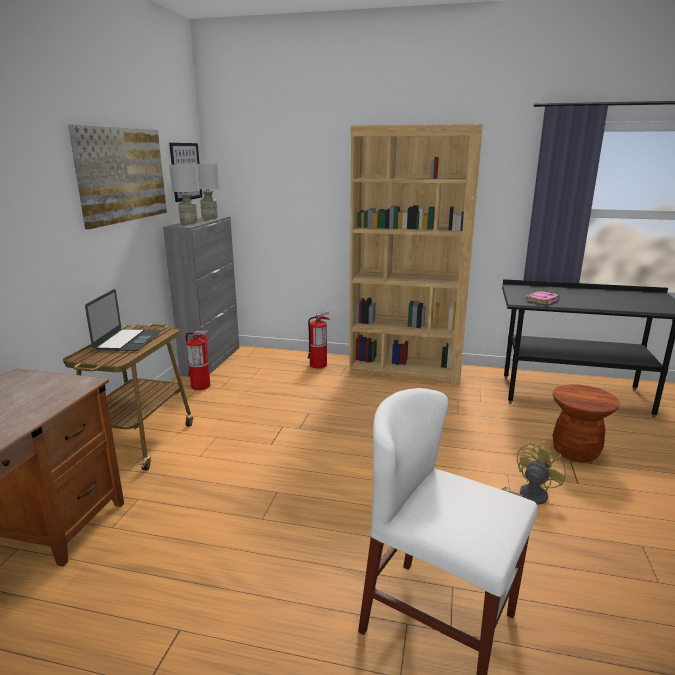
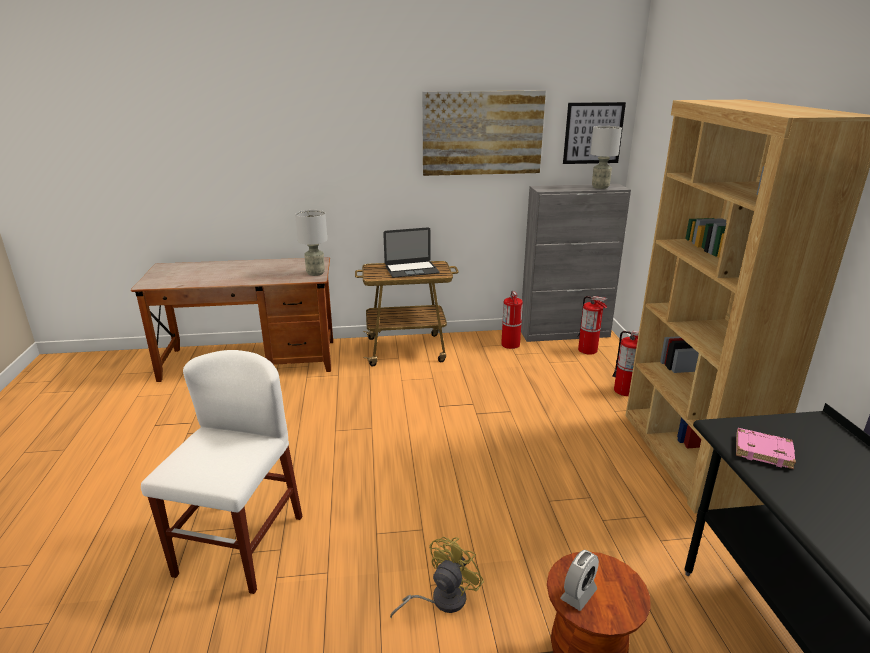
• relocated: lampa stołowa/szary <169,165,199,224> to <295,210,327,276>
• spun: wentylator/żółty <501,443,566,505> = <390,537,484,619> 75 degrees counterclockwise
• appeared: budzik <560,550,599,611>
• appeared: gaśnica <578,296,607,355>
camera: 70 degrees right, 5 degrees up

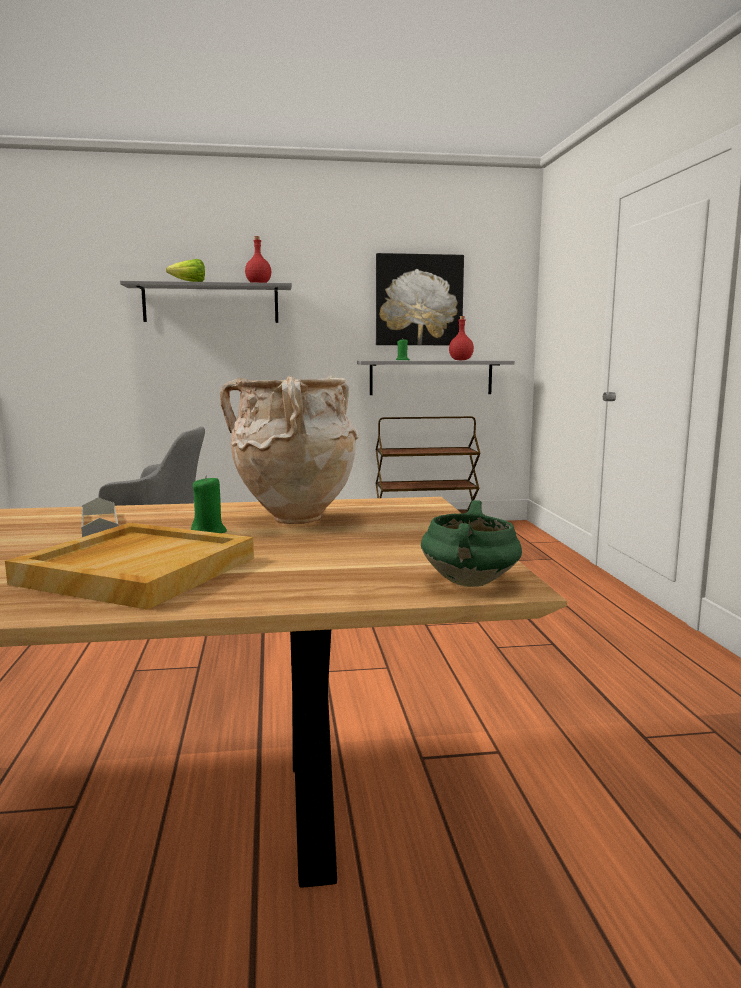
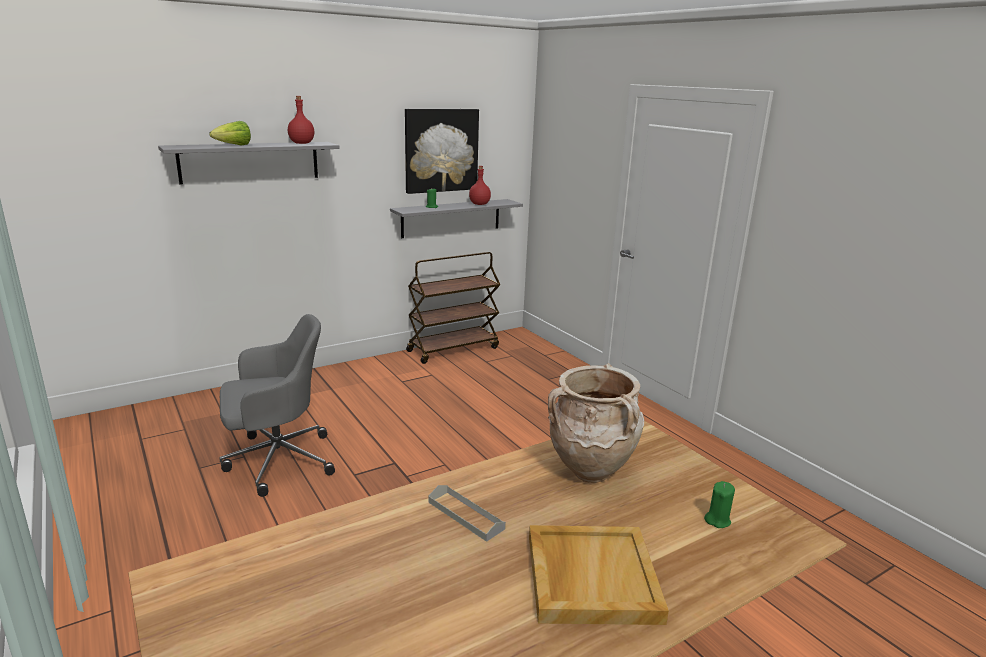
• relocated: świeca/zielony <191,475,227,533> to <704,481,735,528>
• missing: garnek/zielony <421,500,522,587>
camera: 25 degrees left, 10 degrees up

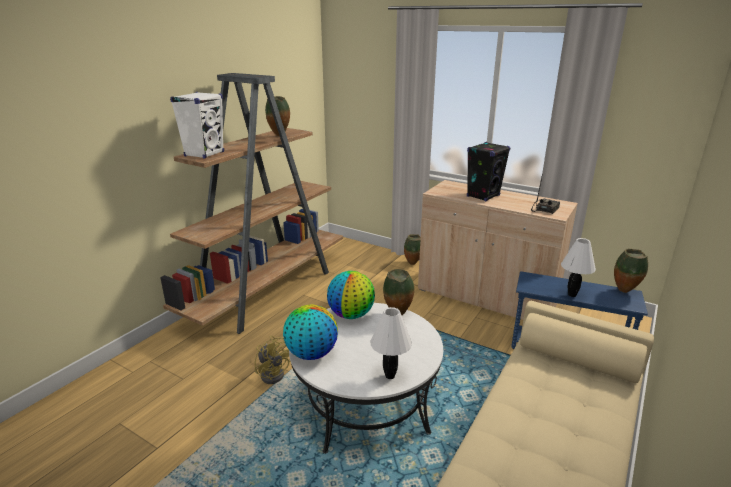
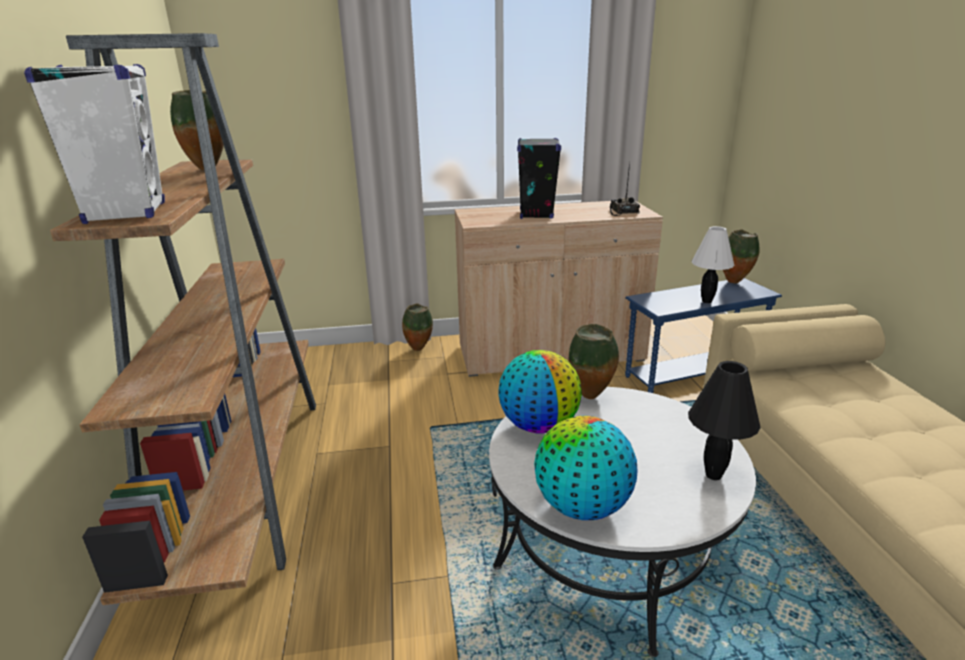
• colour: lampa stołowa/biały <370,307,412,379> to lampa stołowa/czarny <688,361,761,480>
• missing: wentylator/żółty <255,336,291,384>
camera: 40 degrees left, 0 degrees up

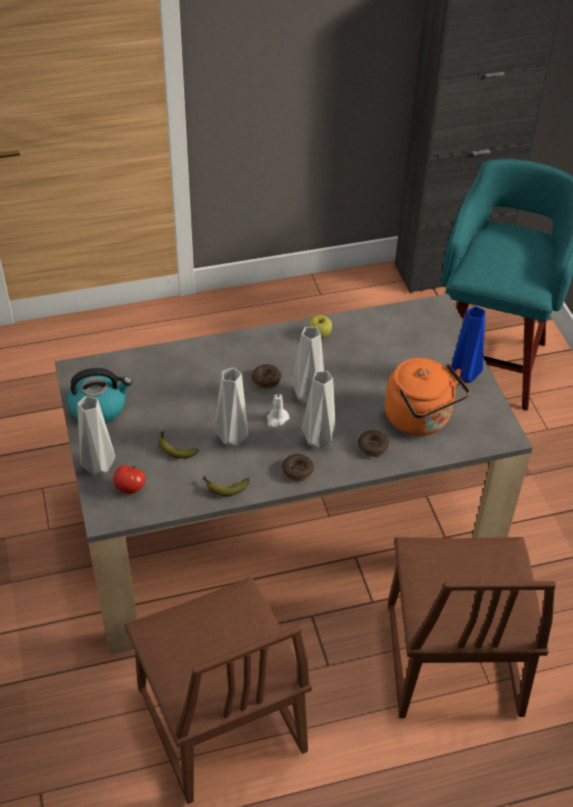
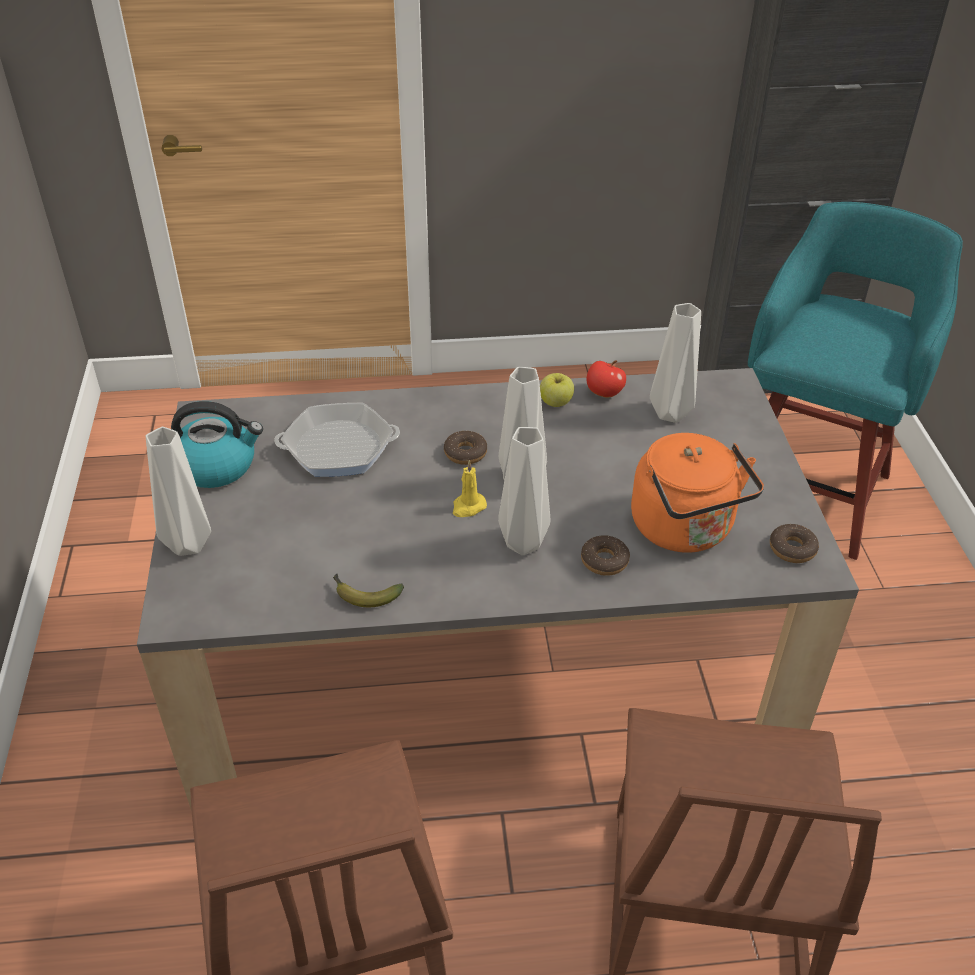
• appeared: patelnia <274,403,400,477>
• colour: świeca/biały <267,390,290,427> to świeca/żółty <453,460,487,517>
• relocated: jabłko <114,465,145,494> to <587,361,626,397>
• relocated: wazon/szary <215,368,248,446> to <650,303,701,423>
• relocated: donut <282,454,314,481> to <770,524,819,563>
• missing: banan <158,431,199,459>
• missing: wazon/niebieski <451,306,486,383>
camera: 10 degrees right, 5 degrees down

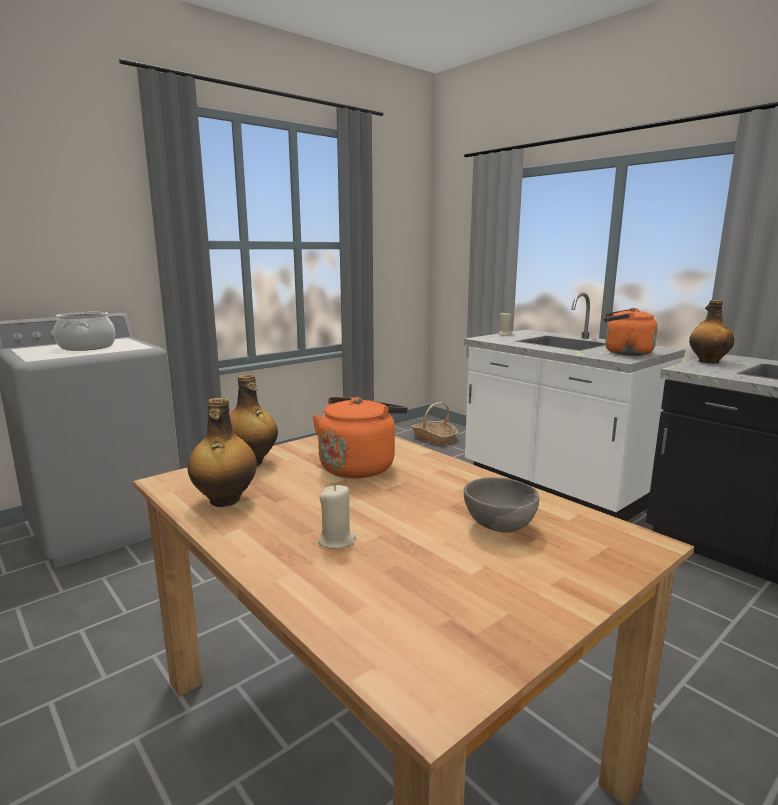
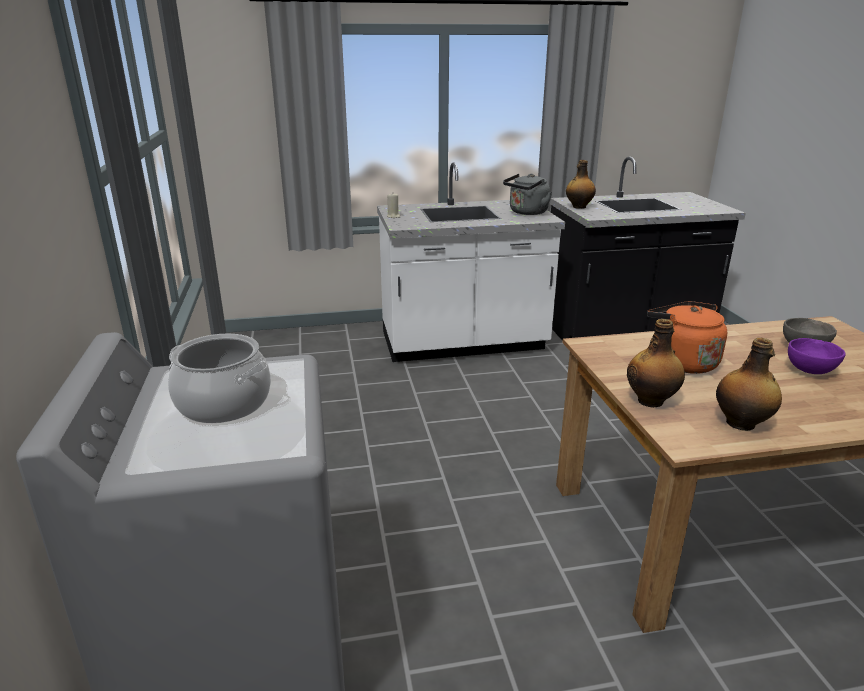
• colour: czajnik/pomarańczowy <604,308,658,356> to czajnik/szary <503,174,552,215>
• appeared: miska/fioletowy <788,338,846,374>
• missing: świeca/beżowy <318,485,356,549>
• missing: koszyk <411,402,458,445>
camera: 60 degrees left, 10 degrees up

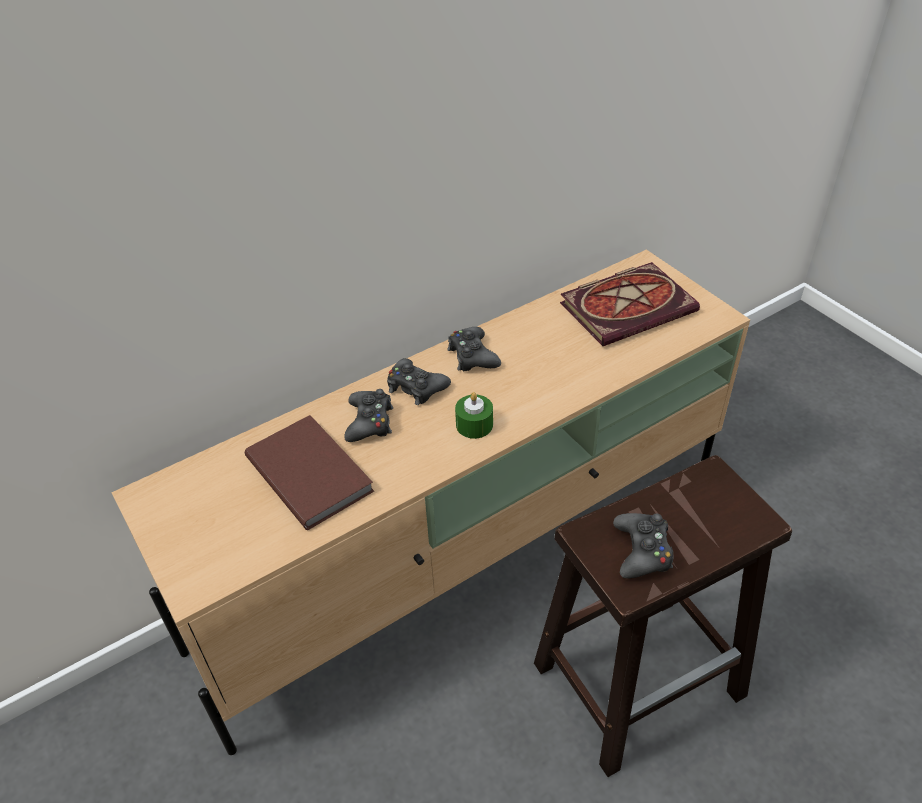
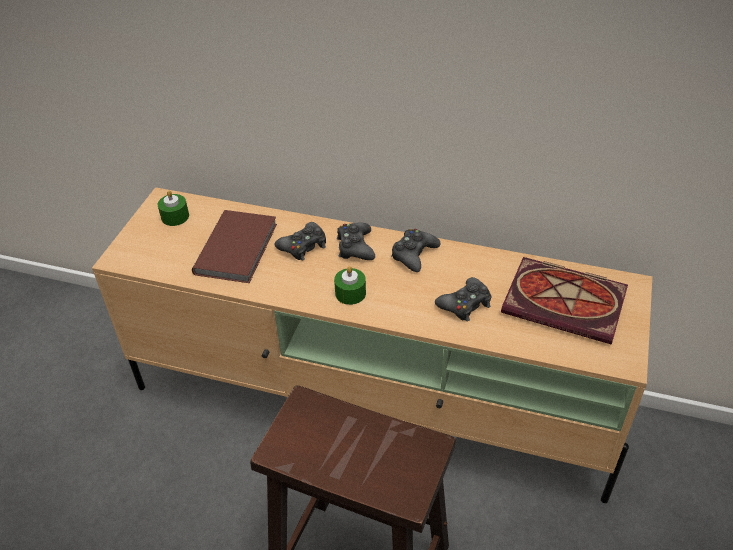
• appeared: świeca/zielony <158,190,189,226>
• relocated: pad do gier/czarny <613,513,674,579> to <435,277,491,321>
camera: 50 degrees right, 0 degrees up

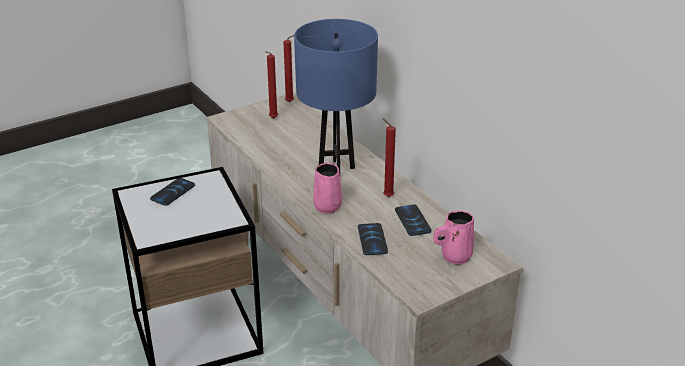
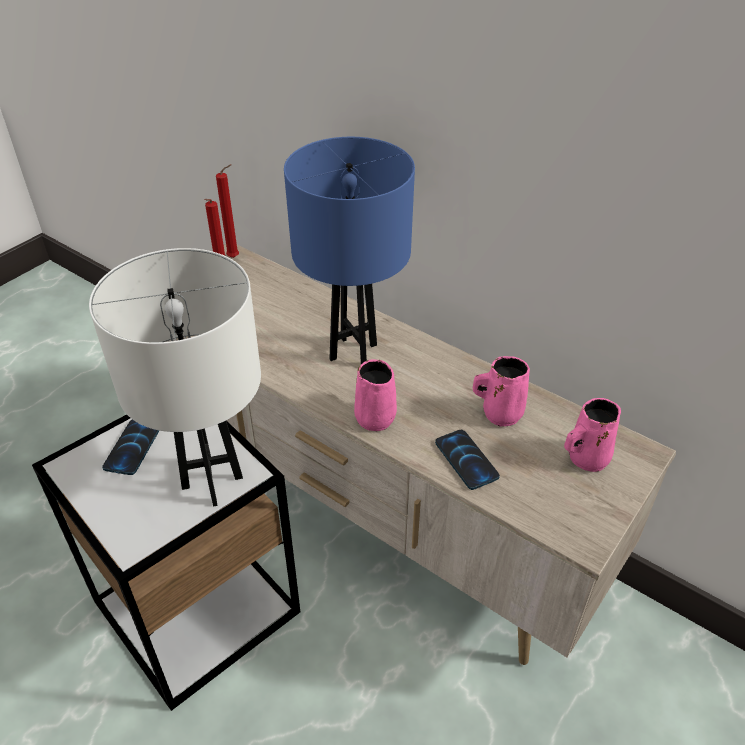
• appeared: lampa stołowa/biały <89,248,261,507>
• exchanged: telefon <395,204,431,236> to kubek/różowy <473,356,530,427>
• missing: świeca/czerwony <382,118,396,197>
camera: 20 degrees left, 10 degrees up

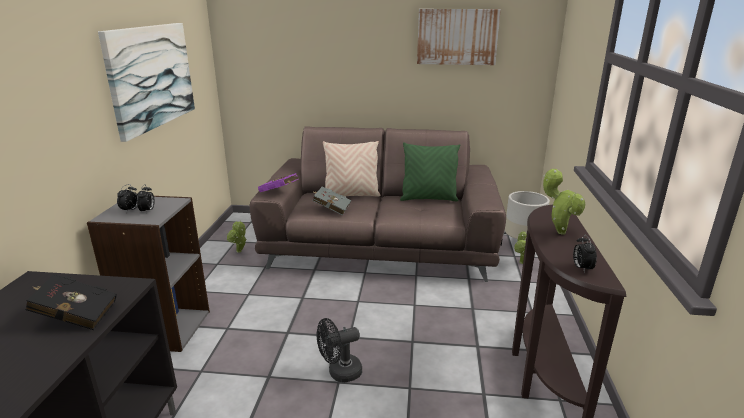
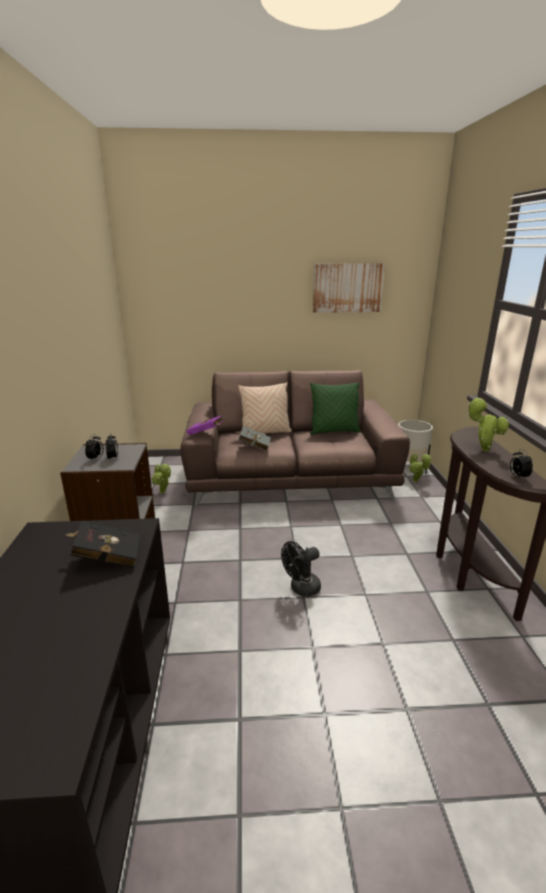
• missing: obraz <98,23,195,142>
camera: 10 degrees left, 0 degrees up

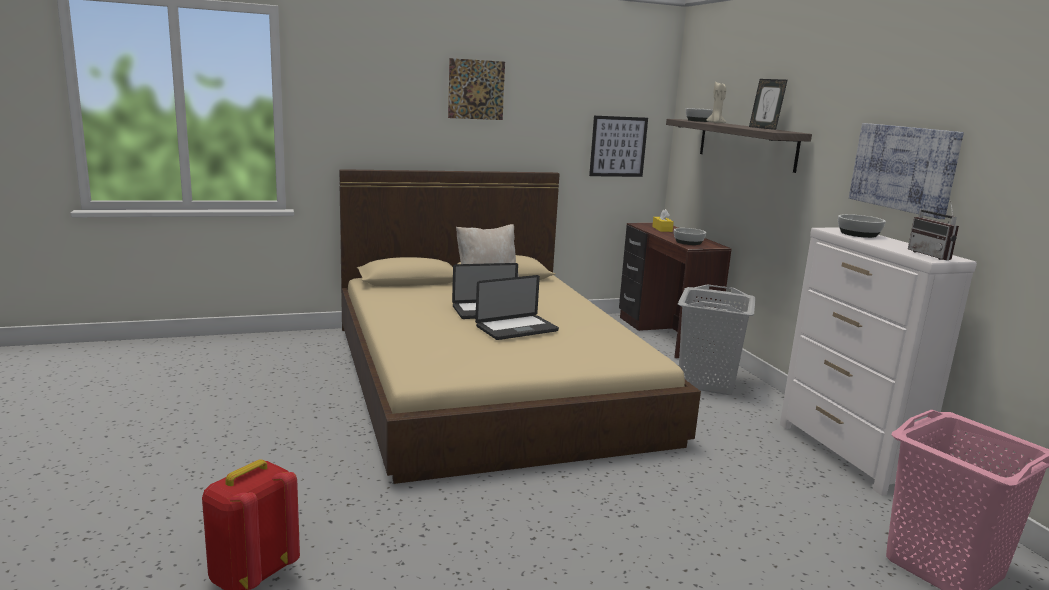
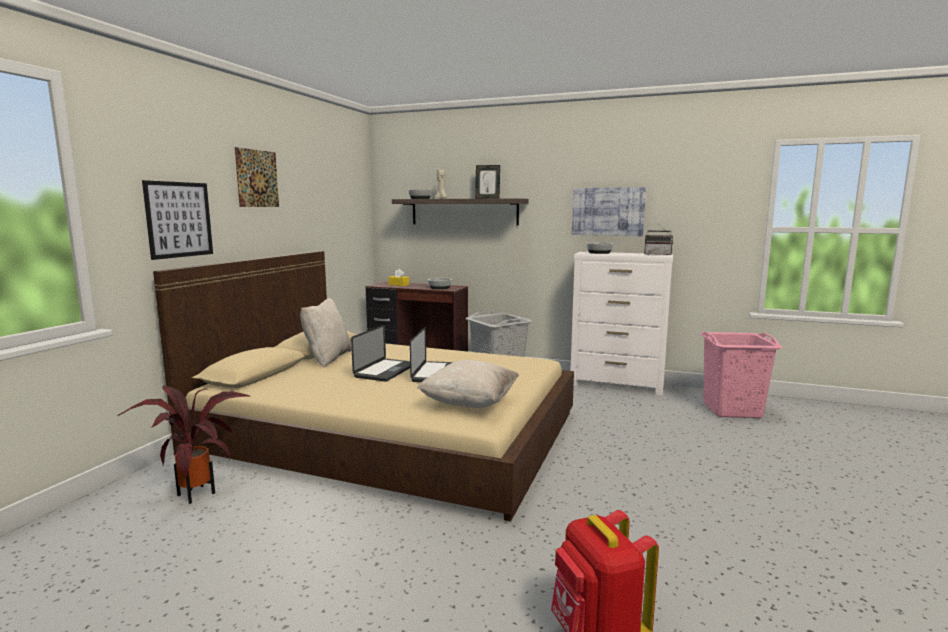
• appeared: roślina doniczkowa <117,385,252,504>
• relocated: obraz <589,116,648,177> to <142,180,213,260>
• appeared: poduszka/beżowy <417,360,519,408>
camera: 50 degrees left, 5 degrees down

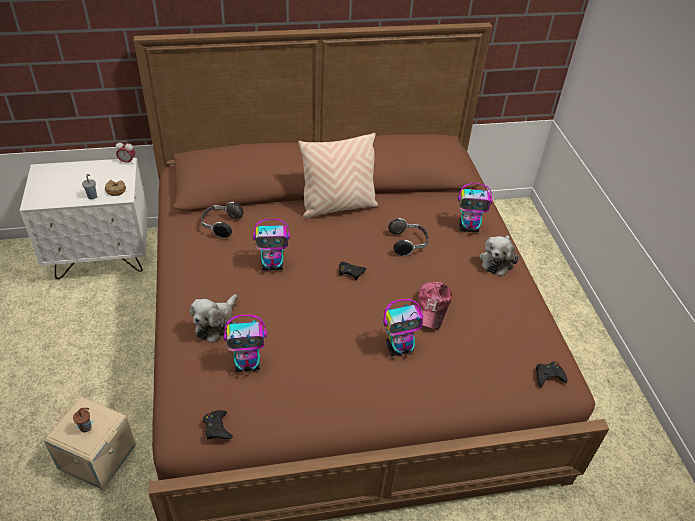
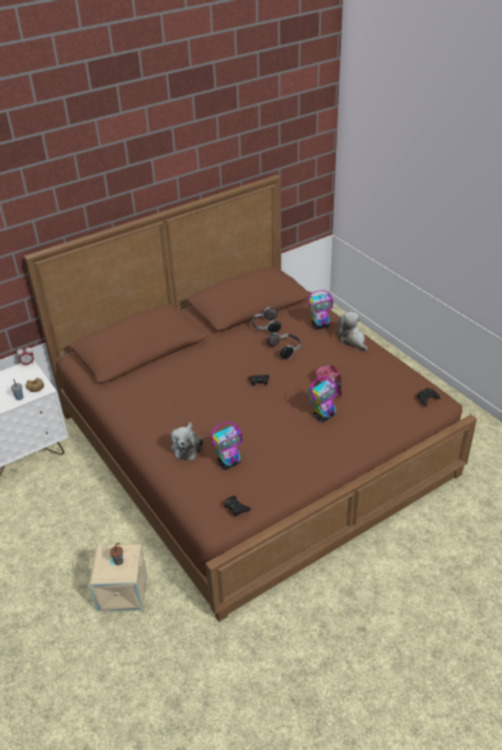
• relocated: słuchawki <201,202,243,238> to <252,307,281,334>
• spun: pluszak <480,235,519,276> = <337,312,368,351> 150 degrees clockwise
• missing: robot zabawkowy <253,219,290,271>
• missing: poduszka/beżowy <298,133,378,219>
camera: 20 degrees left, 5 degrees down

